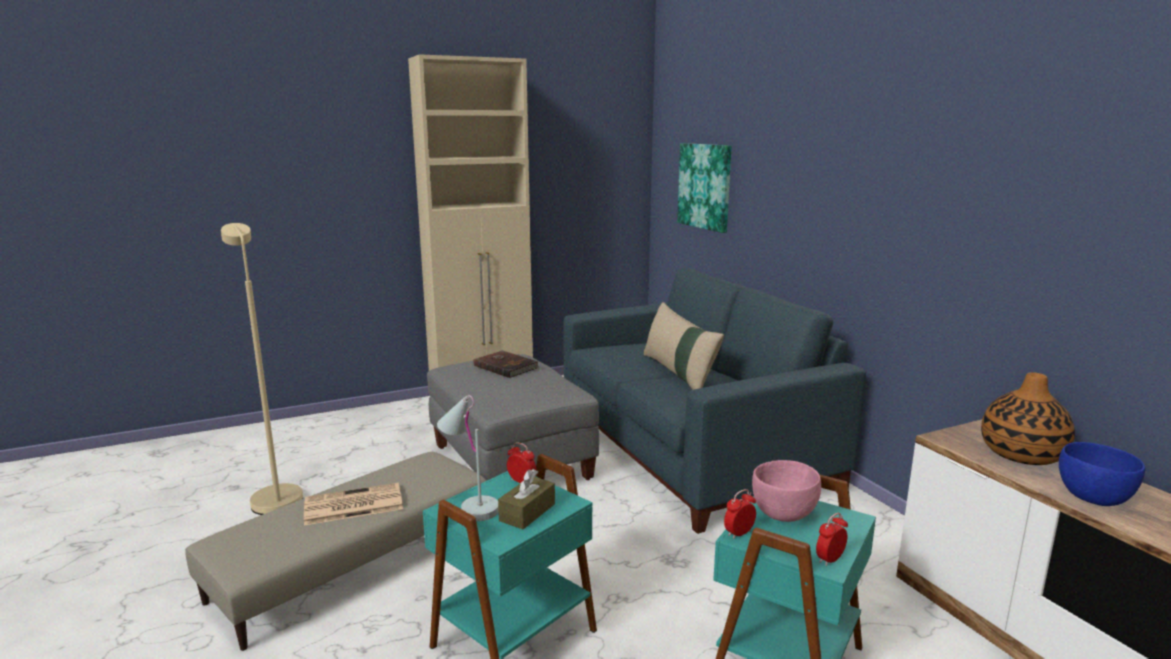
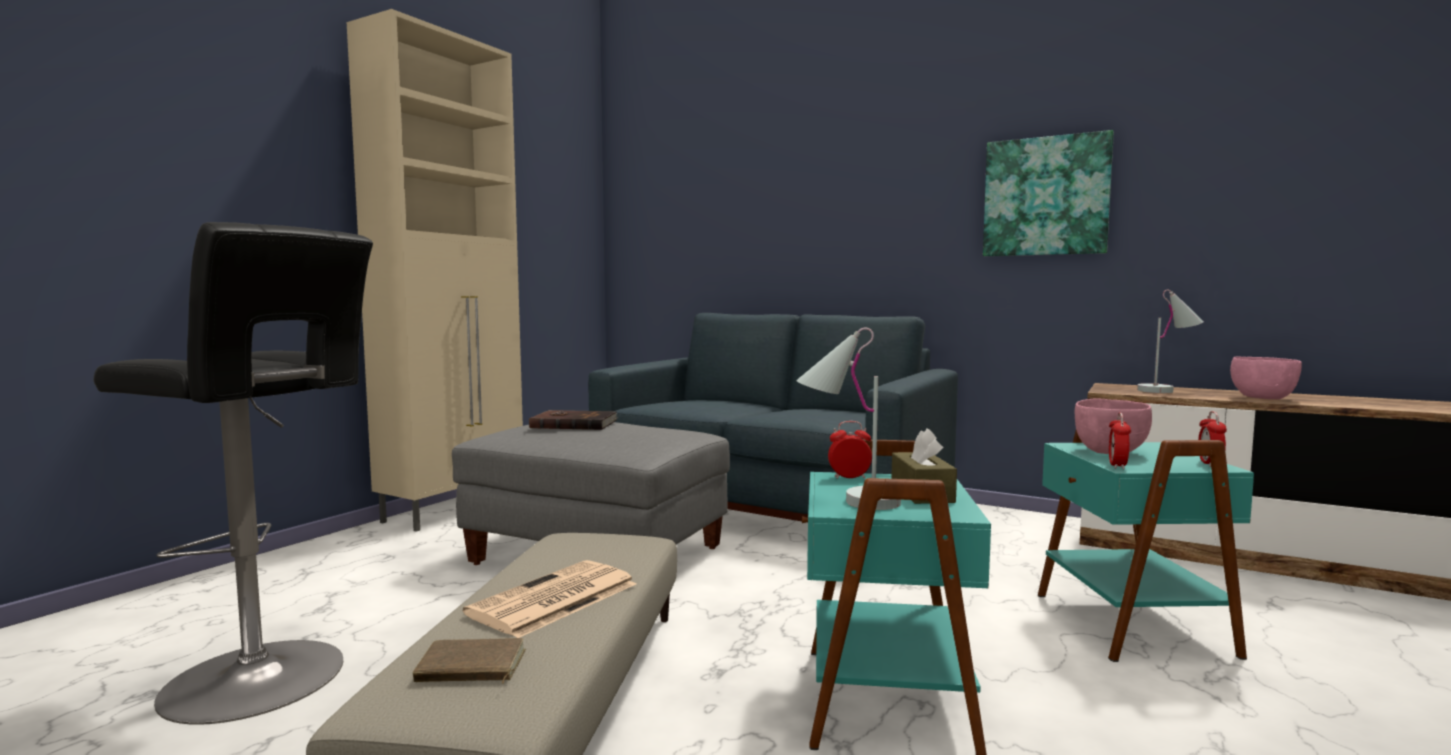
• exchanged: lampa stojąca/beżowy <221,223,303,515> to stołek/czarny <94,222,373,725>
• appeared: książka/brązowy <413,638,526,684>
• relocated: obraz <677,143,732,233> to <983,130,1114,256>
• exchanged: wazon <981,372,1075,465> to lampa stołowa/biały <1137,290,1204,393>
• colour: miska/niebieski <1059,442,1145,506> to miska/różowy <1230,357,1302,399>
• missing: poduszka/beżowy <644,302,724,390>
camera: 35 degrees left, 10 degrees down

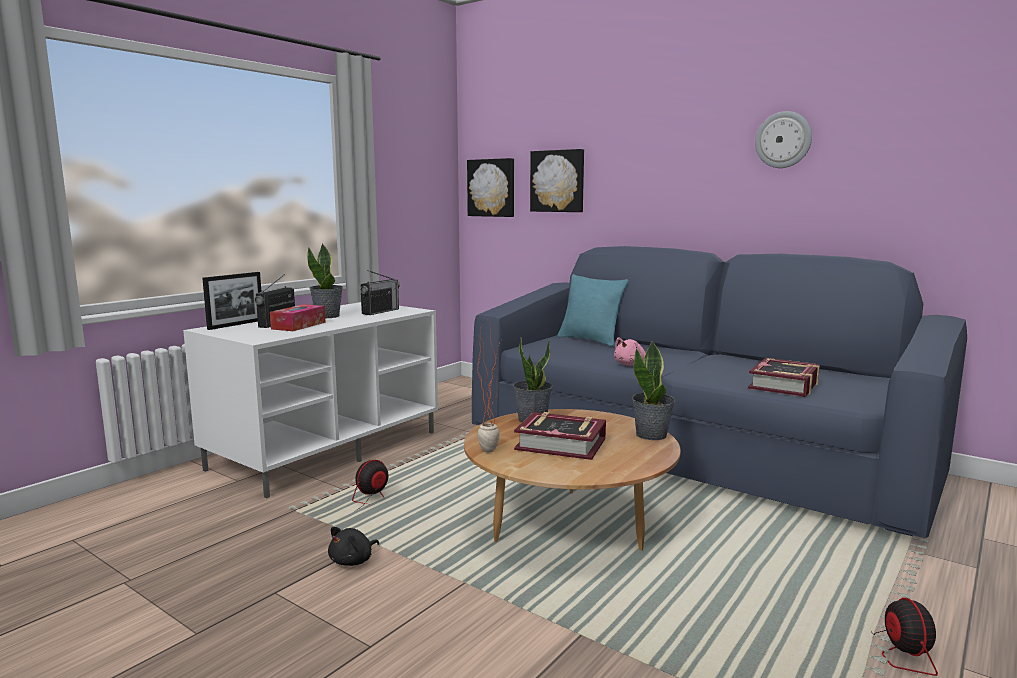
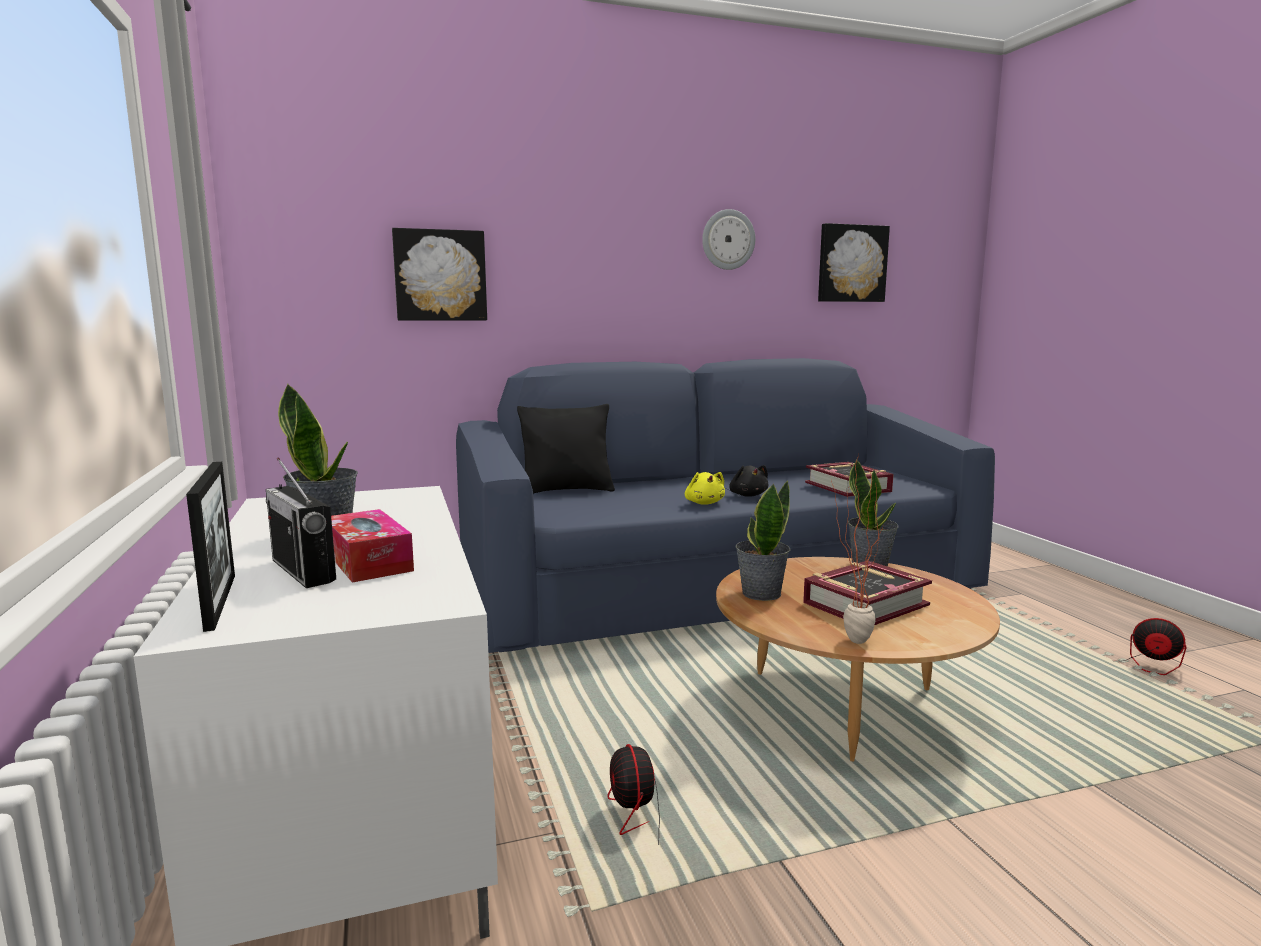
• colour: poduszka/turkusowy <558,274,628,347> to poduszka/czarny <517,404,615,493>
• colour: pluszak/różowy <614,337,646,366> to pluszak/żółty <685,472,725,505>
• relocated: pluszak/czarny <328,527,379,566> to <729,465,768,497>
• relocated: obraz <467,158,514,217> to <818,223,890,302>
• missing: radio <360,270,400,315>
camera: 55 degrees left, 0 degrees up

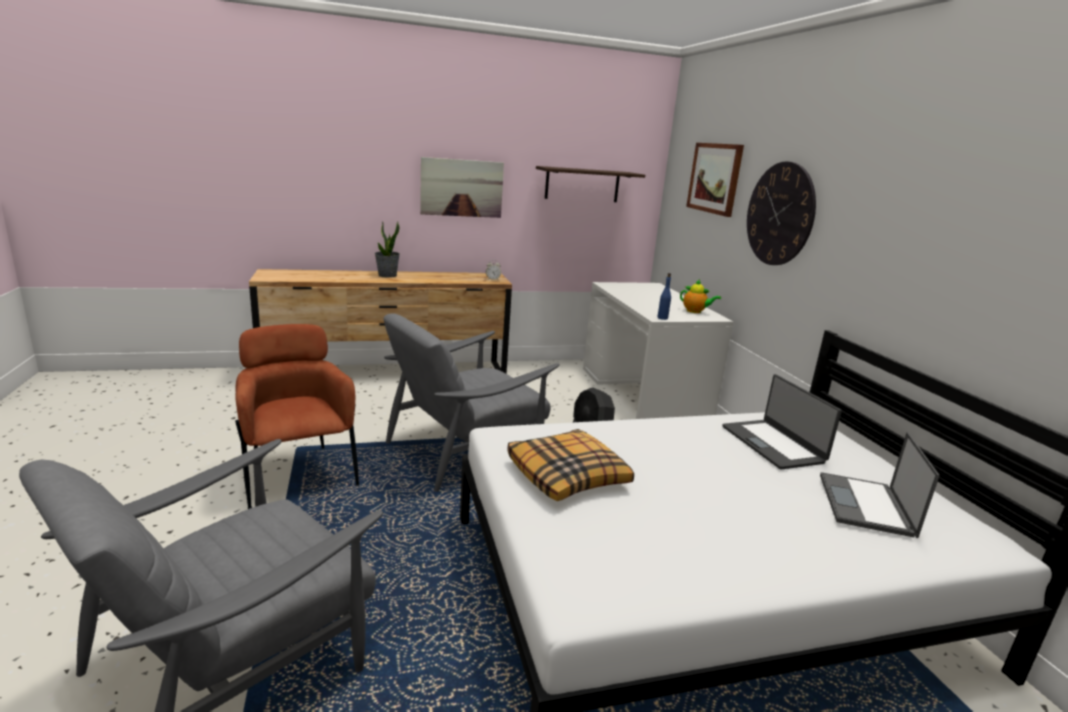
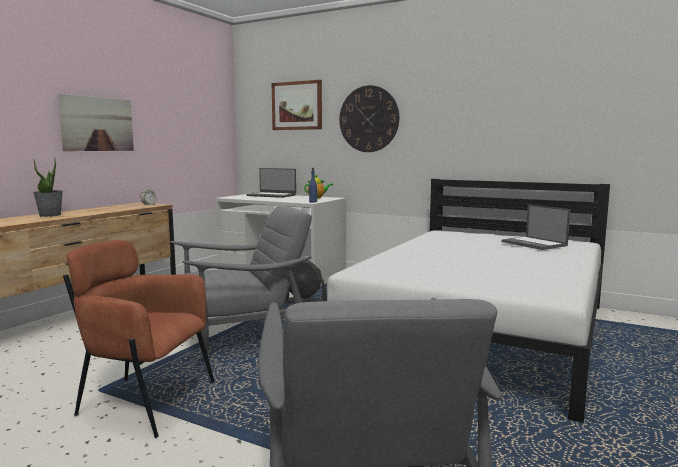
• spun: fotel/szary <384,313,560,492> = <170,205,312,362> 120 degrees counterclockwise
• relocated: laptop <722,374,842,470> to <246,168,296,198>
• missing: poduszka <508,429,634,501>
• missing: półka <536,166,645,202>
camera: 45 degrees left, 10 degrees down

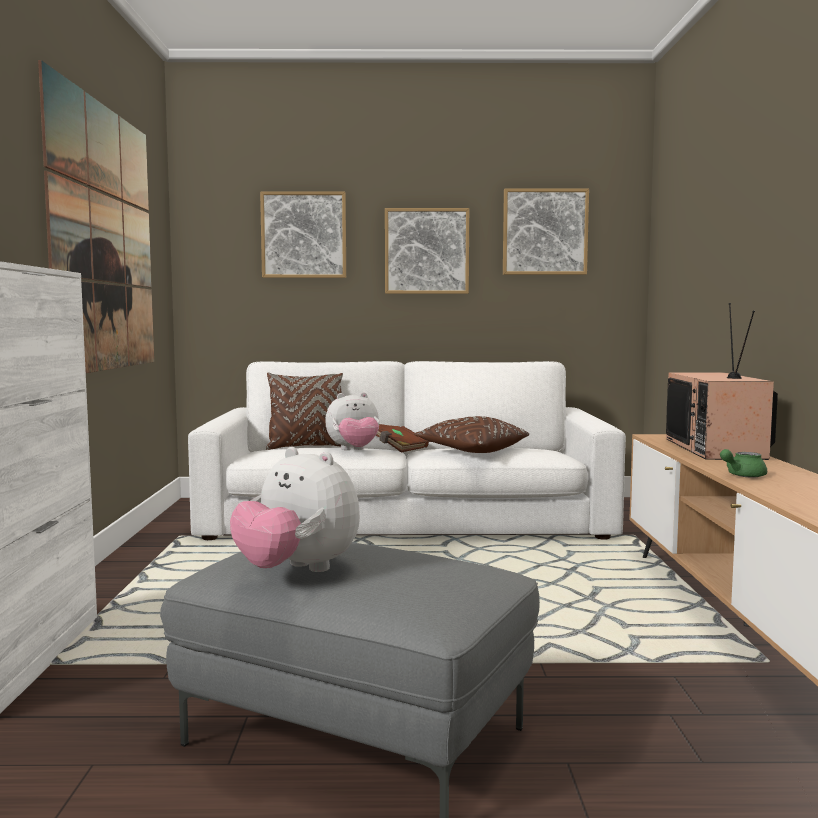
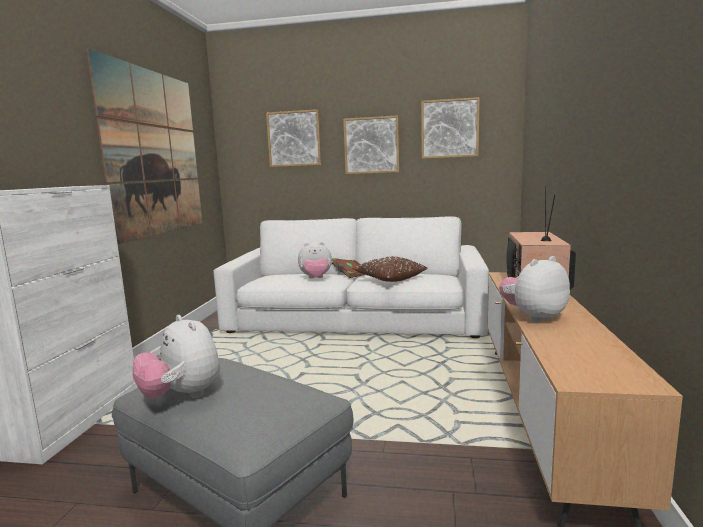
• exchanged: imbryk/zielony <720,449,767,478> to pluszak <499,256,570,322>
• missing: poduszka/brązowy <266,372,343,450>
camera: 10 degrees right, 5 degrees up

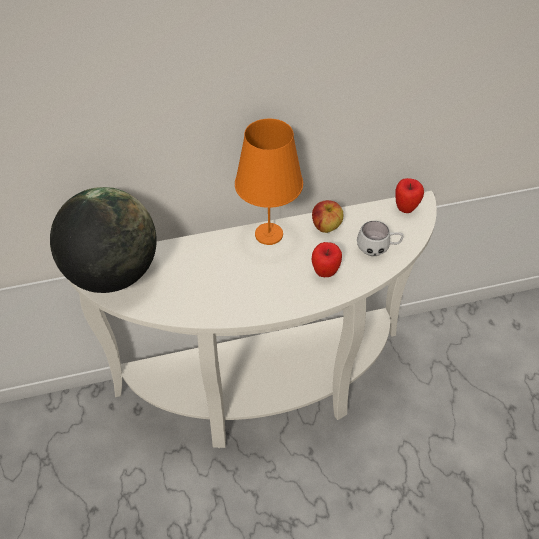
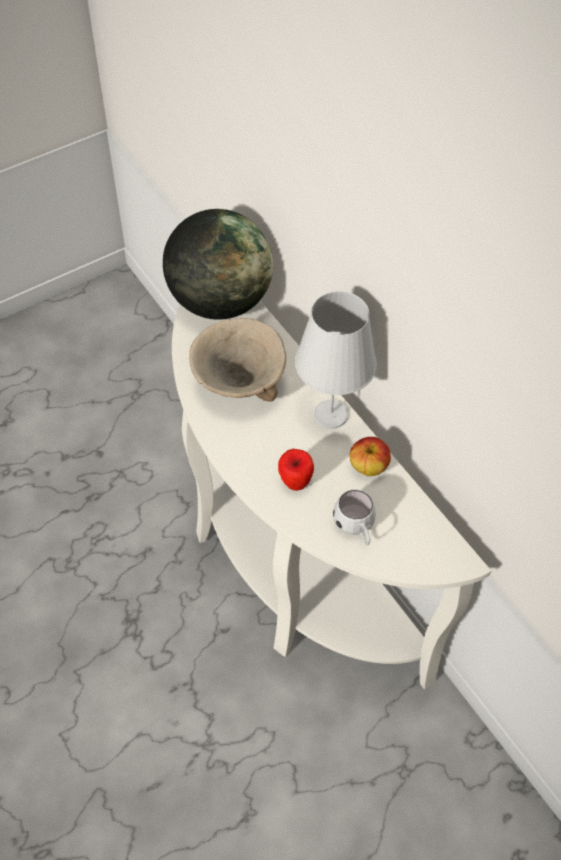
• appeared: miska/beżowy <189,318,286,402>
• colour: lampa stołowa/pomarańczowy <235,119,303,245> to lampa stołowa/biały <295,291,377,429>
• missing: jabłko <395,178,424,213>
camera: 70 degrees right, 5 degrees up

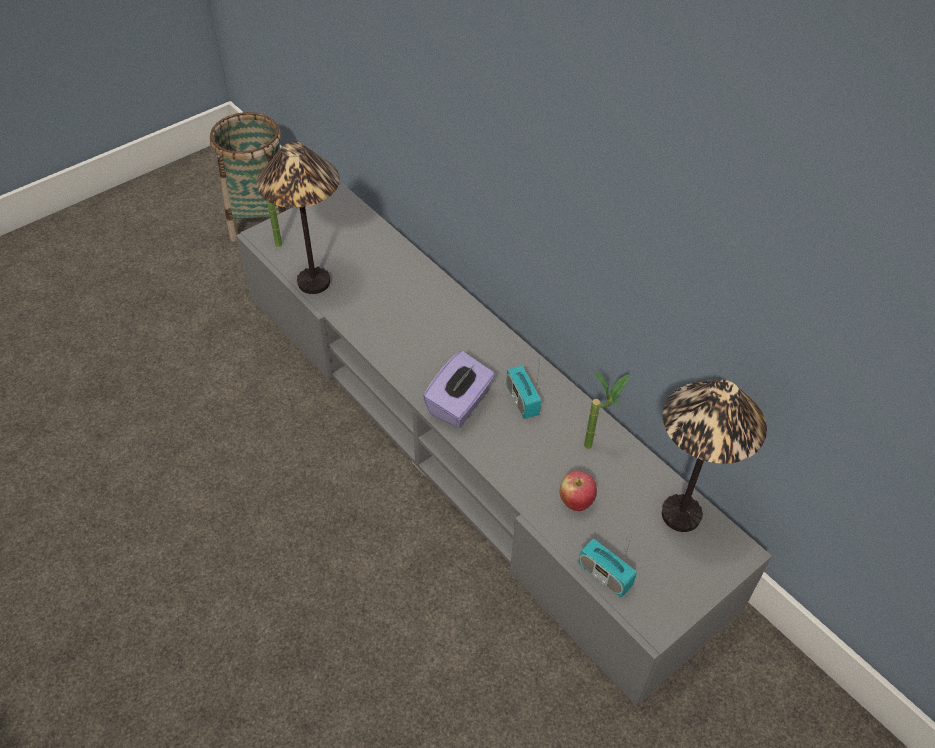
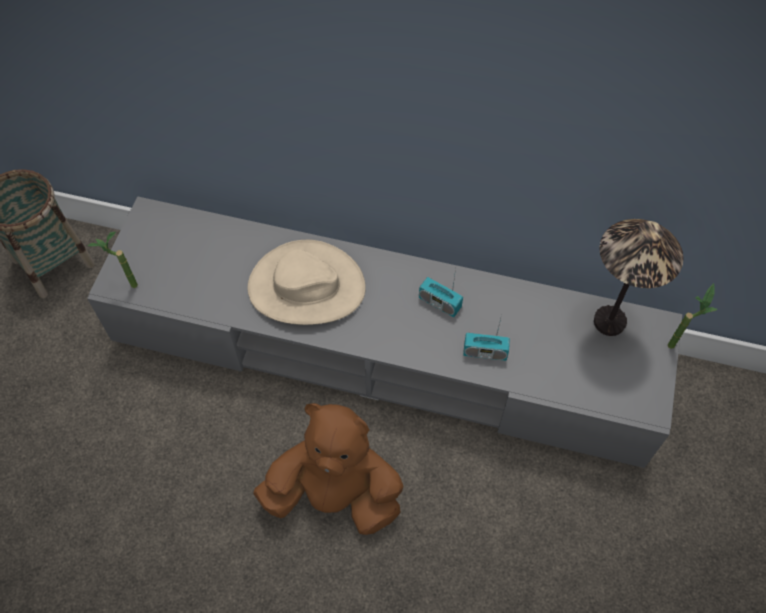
• appeared: kapelusz/beżowy <247,240,366,325>
• appeared: pluszak/brązowy <253,403,403,535>
• relocated: radio <578,535,637,598> to <463,315,510,361>
• relocated: roślina doniczkowa <584,372,630,449> to <668,283,718,349>
• missing: lampa stołowa <256,142,340,294>
• missing: pudełko chusteczek/fioletowy <423,351,495,428>
• missing: jabłko <560,471,597,511>
camera: 35 degrees left, 10 degrees up

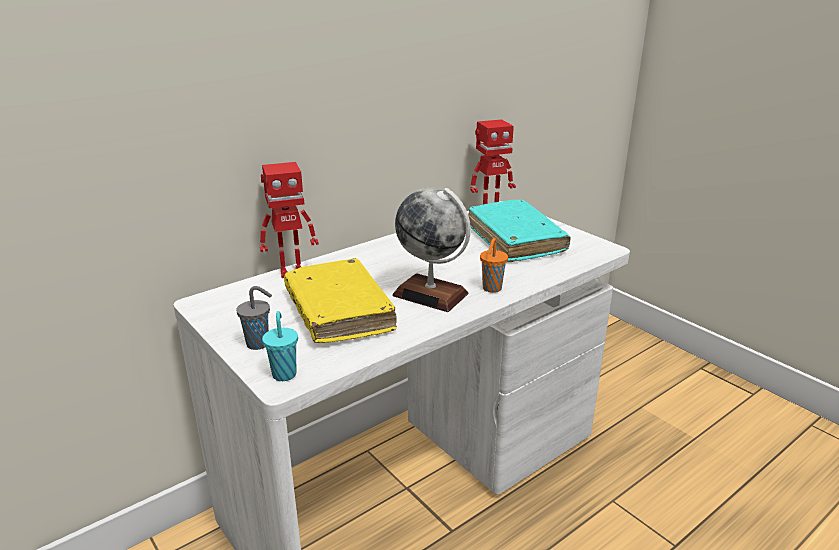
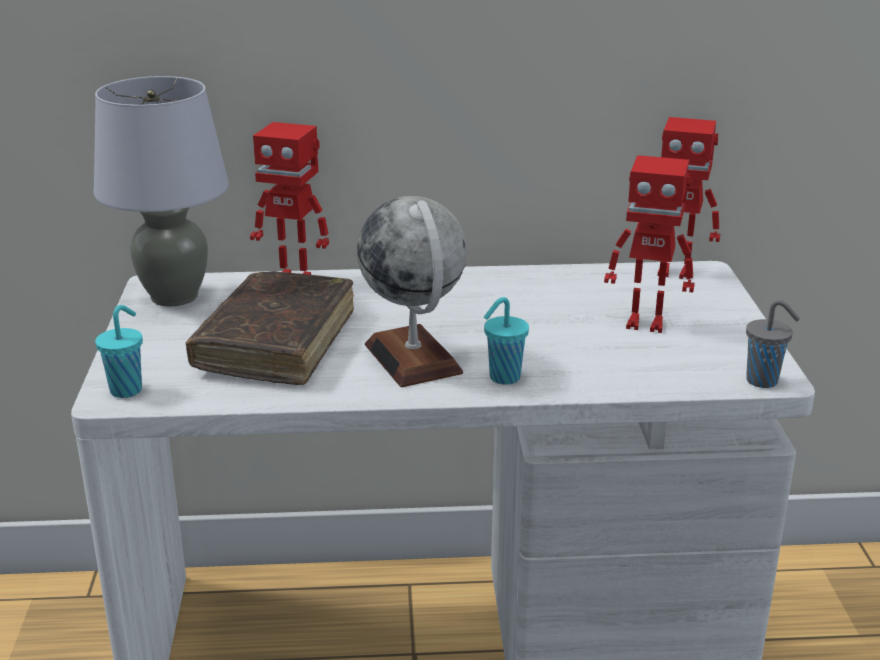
• appeared: lampa stołowa/szary <94,76,229,307>
• colour: książka/żółty <284,258,397,343> to książka/brązowy <186,271,354,385>
• colour: filiżanka/pomarańczowy <480,238,508,293> to filiżanka/turkusowy <484,297,529,385>
• exchanged: książka/turkusowy <468,200,571,262> to robot zabawkowy <604,155,695,333>
• relocated: filiżanka/szary <236,286,272,350> to <746,300,800,388>
camera: 35 degrees right, 0 degrees up

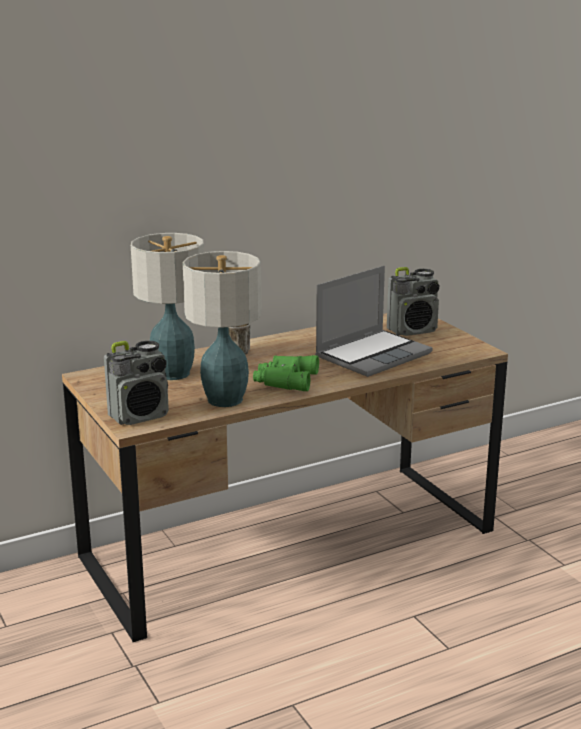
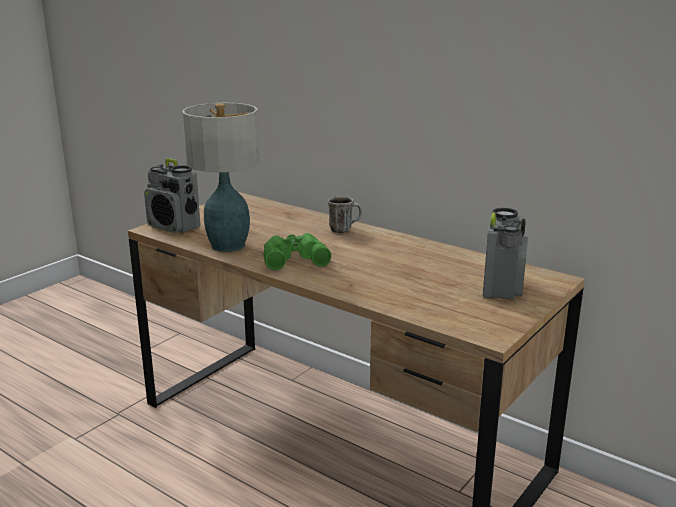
• spun: radio <387,267,440,336> = <483,208,528,300> 120 degrees counterclockwise
• missing: lampa stołowa <131,233,204,380>
• missing: laptop <315,266,433,377>
camera: 65 degrees right, 0 degrees up

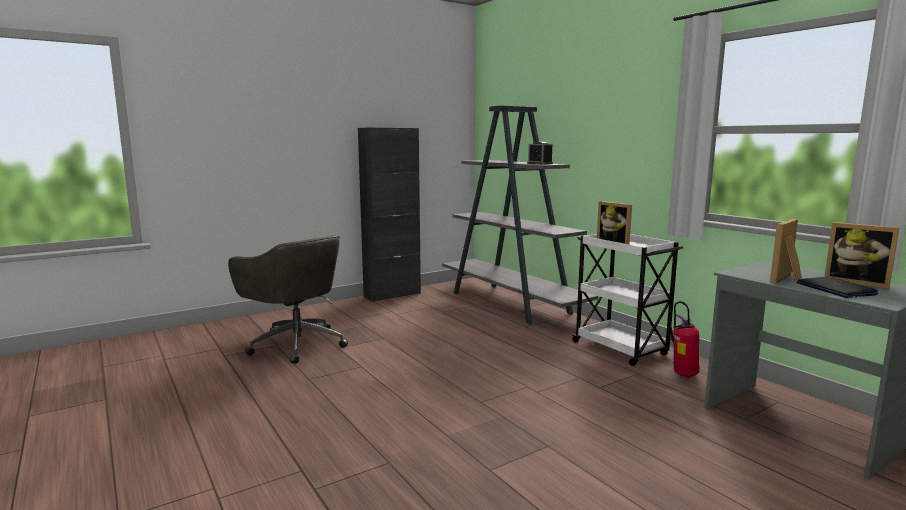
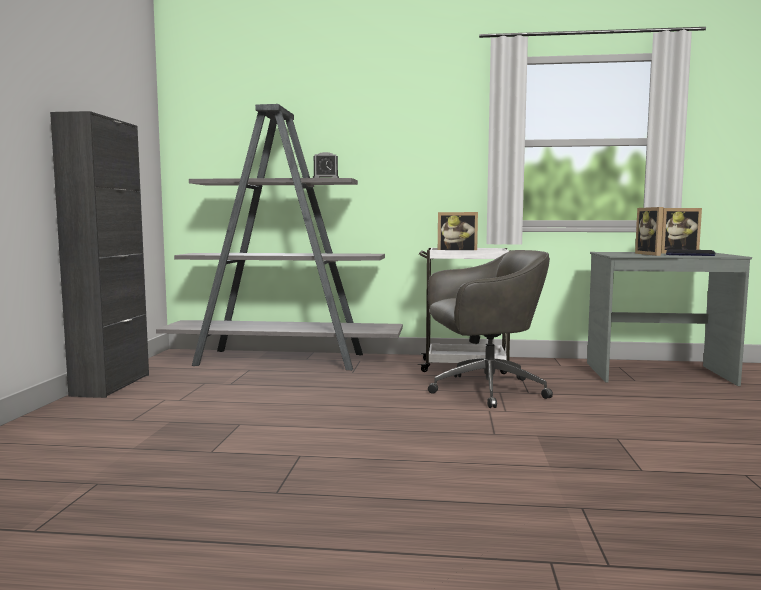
• relocated: krzesło biurowe/szary <228,235,348,364> to <428,250,553,408>
• missing: gaśnica <670,301,700,378>
camera: 50 degrees left, 5 degrees down

